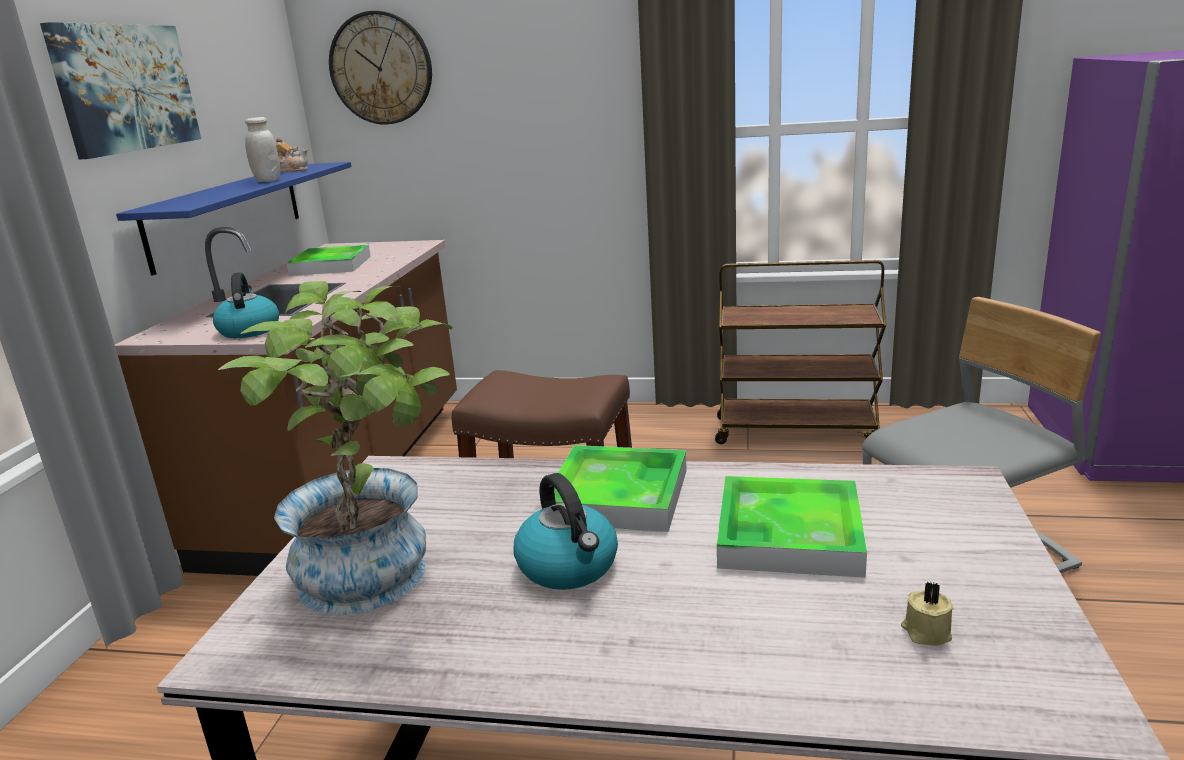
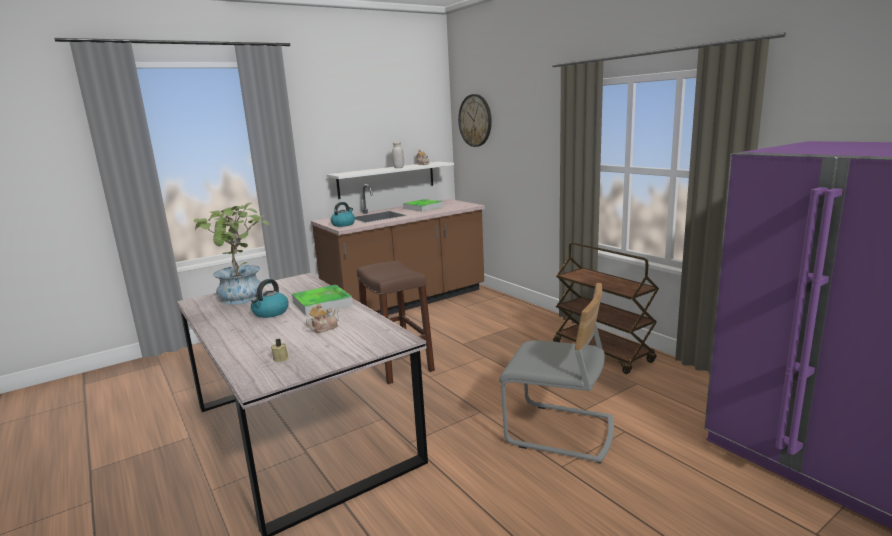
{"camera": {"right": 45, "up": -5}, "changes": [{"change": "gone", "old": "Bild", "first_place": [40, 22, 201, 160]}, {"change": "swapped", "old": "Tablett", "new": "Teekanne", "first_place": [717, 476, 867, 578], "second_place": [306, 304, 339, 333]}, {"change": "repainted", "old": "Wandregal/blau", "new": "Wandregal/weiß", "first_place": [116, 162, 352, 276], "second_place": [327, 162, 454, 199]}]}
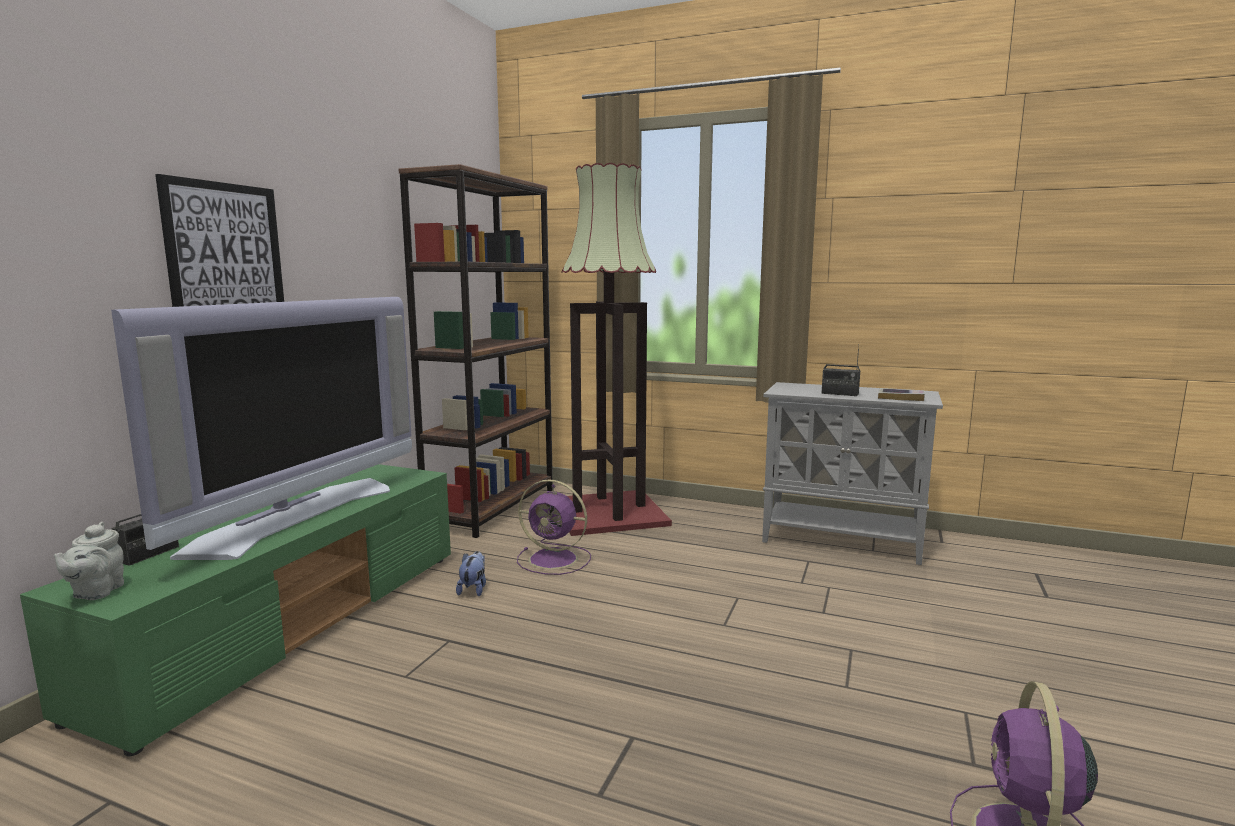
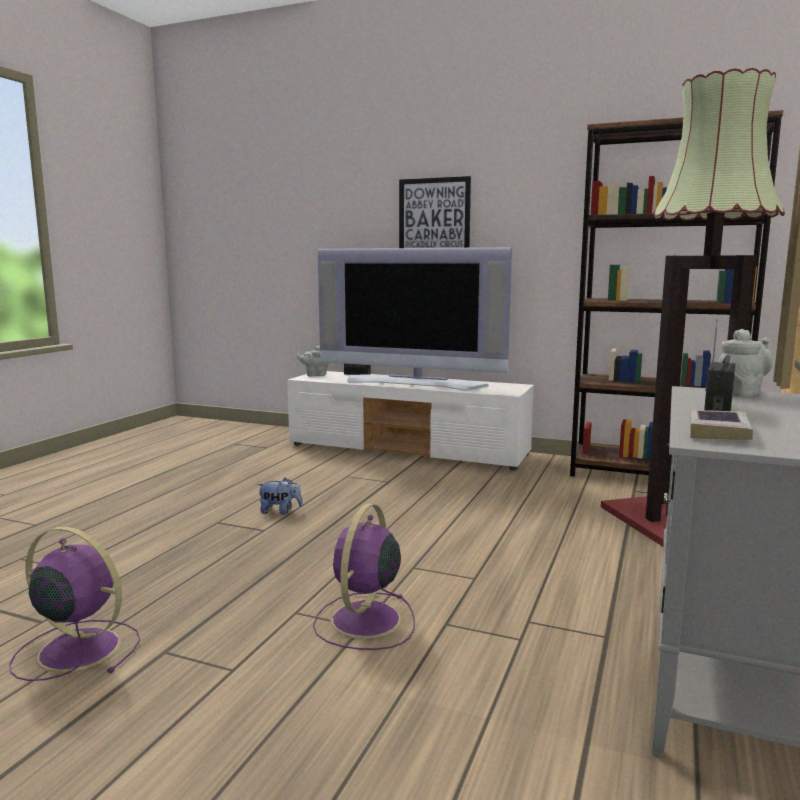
{"camera": {"right": 90, "up": 0}, "changes": [{"change": "new", "new": "Teekanne/grau", "second_place": [718, 329, 773, 397]}, {"change": "shifted", "old": "Plüschtier", "first_place": [456, 551, 486, 596], "second_place": [257, 478, 303, 514]}, {"change": "shifted", "old": "Ventilator/lila", "first_place": [517, 479, 591, 575], "second_place": [313, 503, 415, 650]}, {"change": "repainted", "old": "Fernsehschrank/grün", "new": "Fernsehschrank/weiß", "first_place": [20, 464, 451, 756], "second_place": [287, 371, 534, 470]}]}
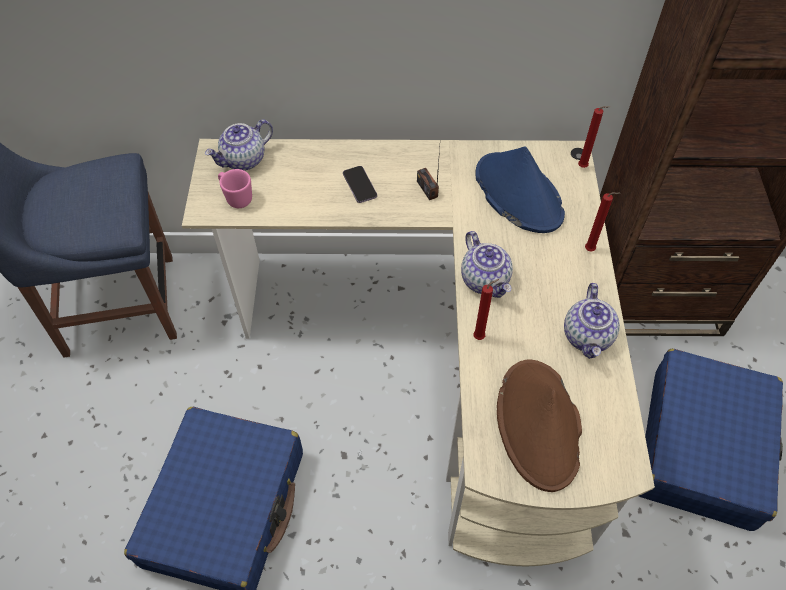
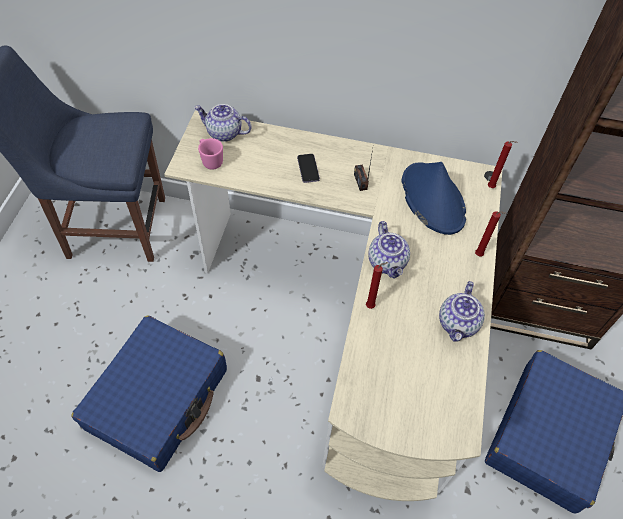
{"camera": {"right": 10, "up": 0}, "changes": [{"change": "gone", "old": "Hut/braun", "first_place": [497, 360, 582, 492]}, {"change": "rotated", "old": "Teekanne", "first_place": [205, 119, 273, 171], "second_place": [194, 104, 252, 142], "degrees": 45}]}
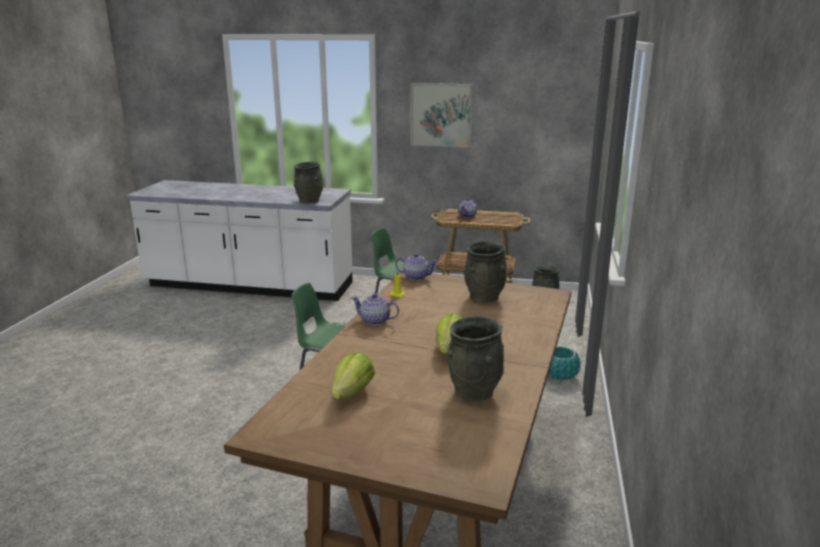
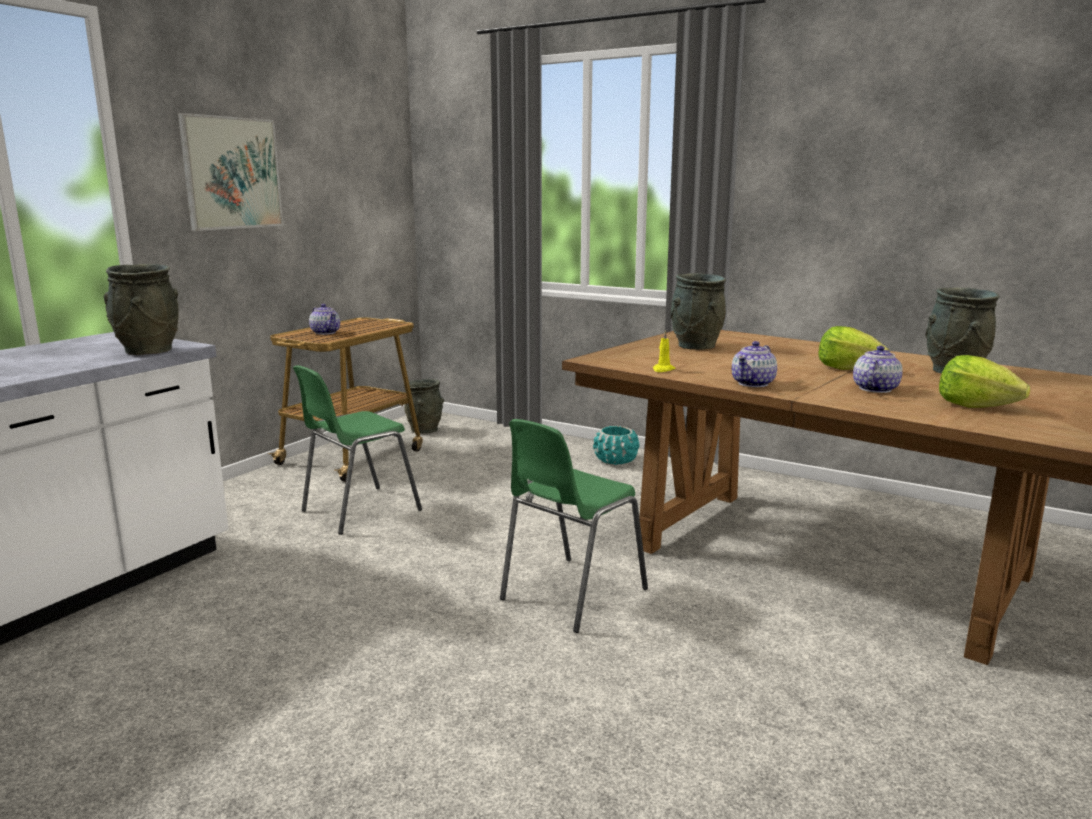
{"camera": {"right": -70, "up": -5}, "changes": [{"change": "shifted", "old": "Teekanne", "first_place": [395, 253, 437, 280], "second_place": [853, 346, 903, 393]}]}
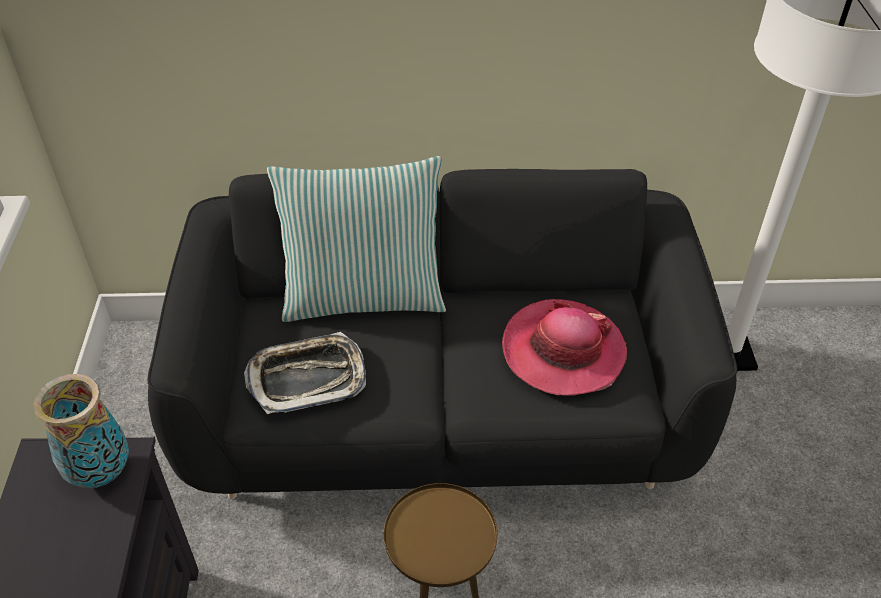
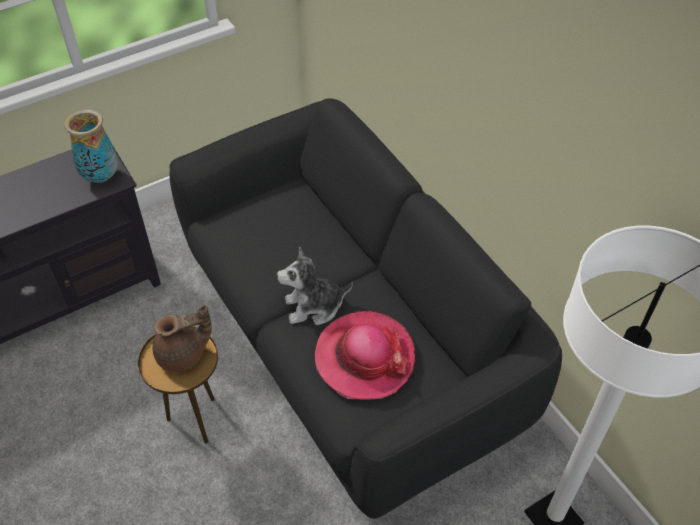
{"camera": {"right": 60, "up": 5}, "changes": [{"change": "gone", "old": "Tablett", "first_place": [244, 332, 366, 414]}, {"change": "gone", "old": "Kissen", "first_place": [267, 156, 446, 322]}, {"change": "new", "new": "Teekanne/braun", "second_place": [153, 305, 212, 372]}, {"change": "new", "new": "Plüschtier", "second_place": [277, 247, 353, 325]}]}
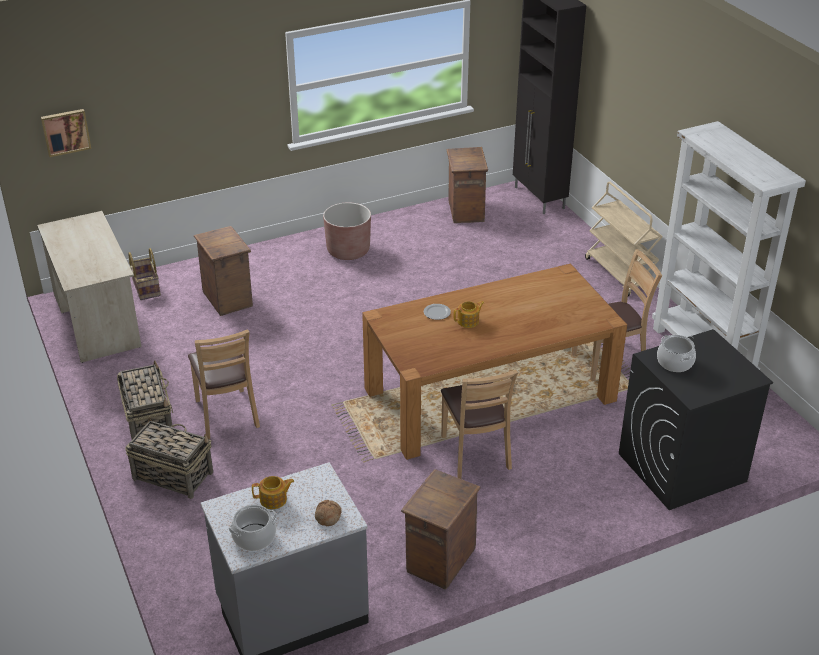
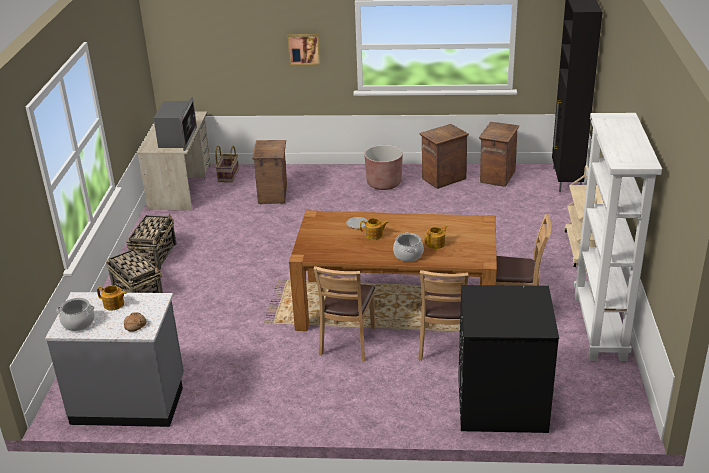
{"camera": {"right": 30, "up": -5}, "changes": [{"change": "new", "new": "Mikrowelle", "second_place": [153, 97, 197, 151]}, {"change": "new", "new": "Teekanne", "second_place": [425, 225, 447, 249]}, {"change": "shifted", "old": "Bild", "first_place": [41, 109, 91, 157], "second_place": [288, 34, 320, 65]}, {"change": "shifted", "old": "Stuhl/braun", "first_place": [188, 329, 260, 439], "second_place": [418, 270, 469, 361]}, {"change": "shifted", "old": "Kiste", "first_place": [401, 469, 480, 589], "second_place": [420, 124, 469, 189]}, {"change": "shifted", "old": "Kochtopf", "first_place": [657, 335, 696, 372], "second_place": [393, 232, 423, 262]}]}
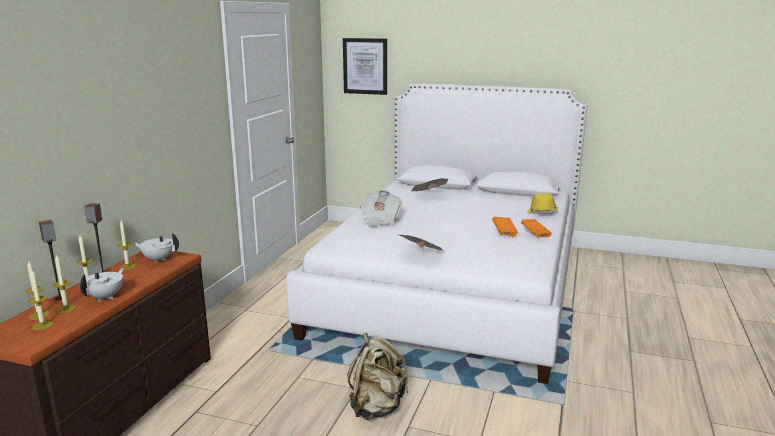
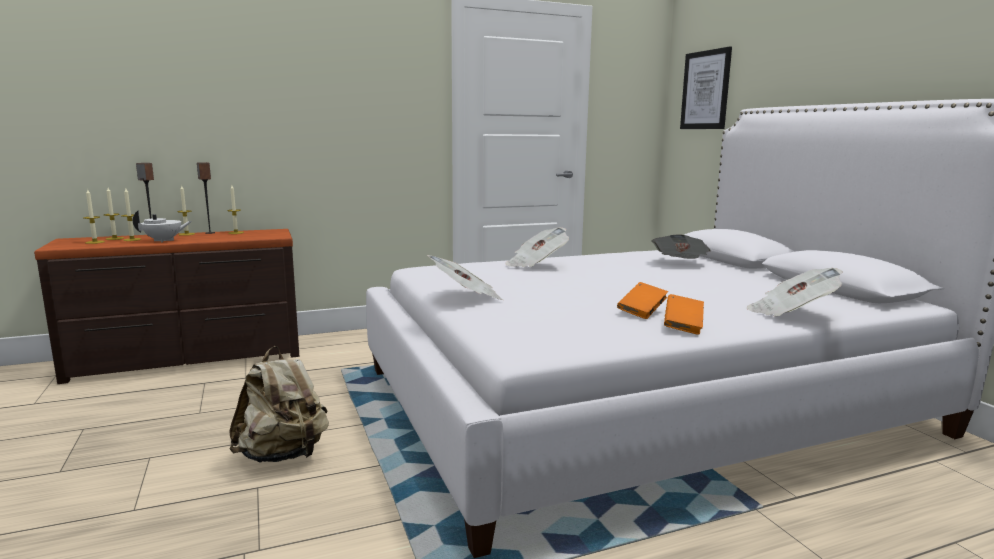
{"camera": {"right": 50, "up": -5}, "changes": [{"change": "gone", "old": "Teekanne/weiß", "first_place": [133, 233, 179, 263]}, {"change": "swapped", "old": "Hut/gelb", "new": "Zeitung", "first_place": [527, 193, 559, 213], "second_place": [747, 268, 843, 317]}]}
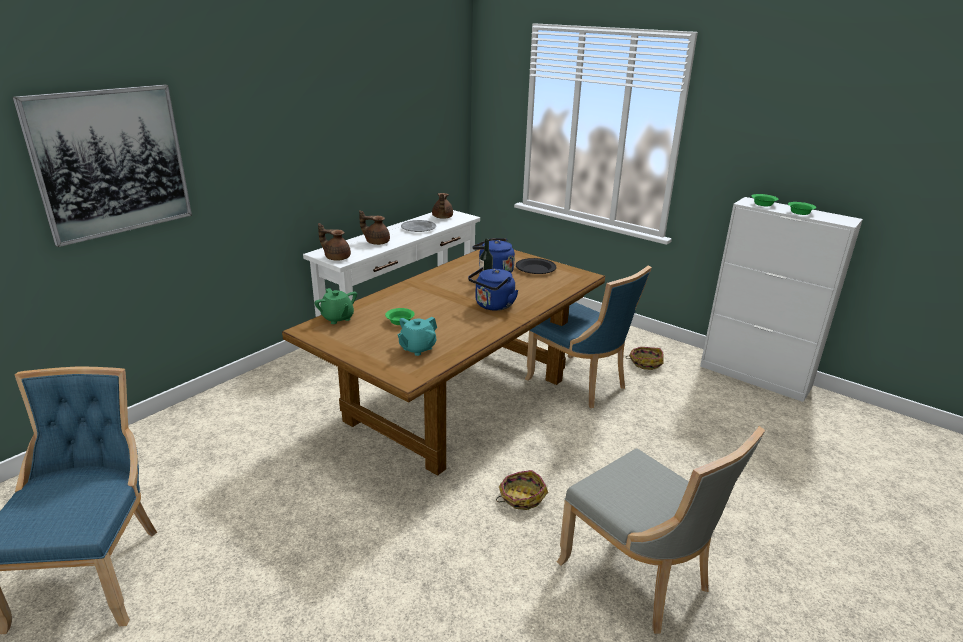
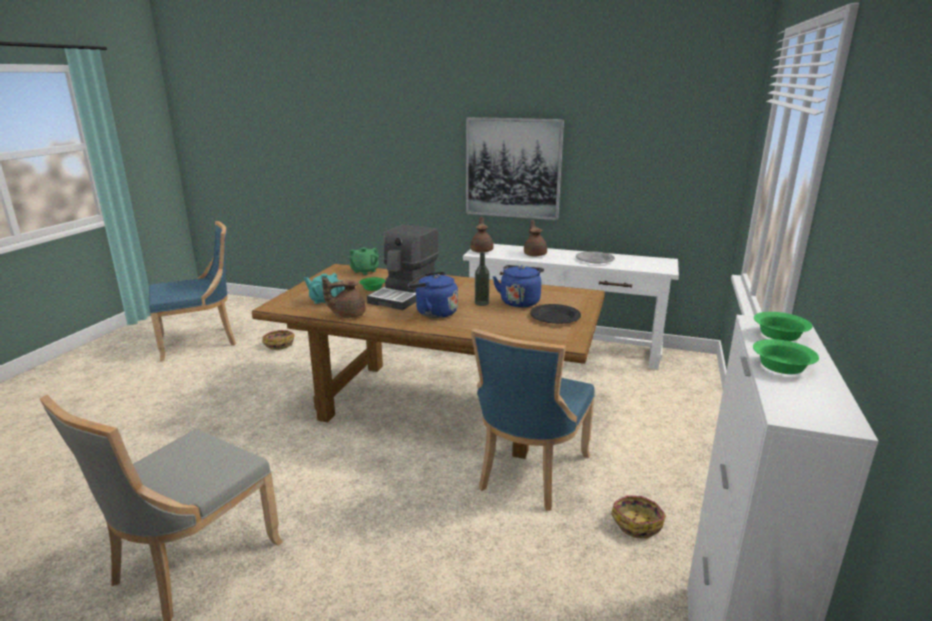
{"camera": {"right": 70, "up": -5}, "changes": [{"change": "new", "new": "Kaffeemaschine", "second_place": [367, 224, 439, 310]}, {"change": "shifted", "old": "Bild", "first_place": [13, 84, 192, 247], "second_place": [466, 117, 564, 220]}, {"change": "shifted", "old": "Teekanne/braun", "first_place": [432, 193, 453, 219], "second_place": [322, 277, 366, 318]}, {"change": "shifted", "old": "Korb", "first_place": [496, 470, 548, 510], "second_place": [262, 330, 295, 350]}]}
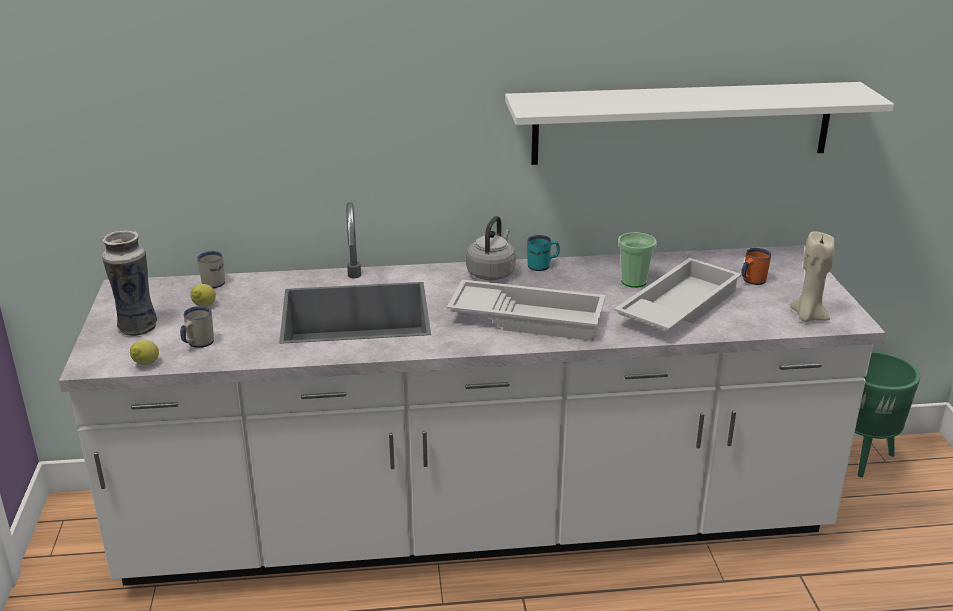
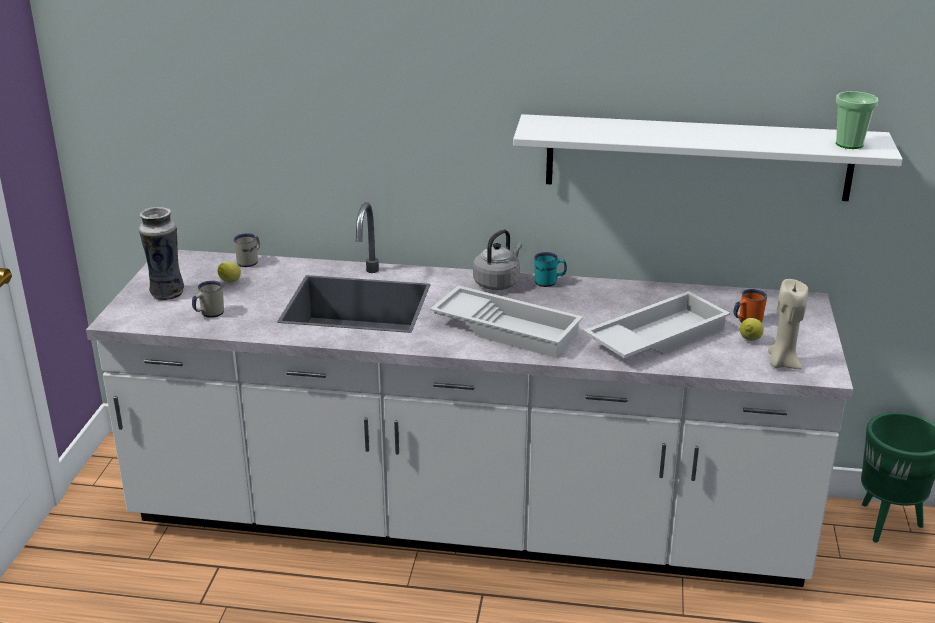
{"camera": {"right": 15, "up": 0}, "changes": [{"change": "shifted", "old": "Zitrone", "first_place": [130, 340, 159, 365], "second_place": [740, 318, 764, 341]}, {"change": "shifted", "old": "Tasse", "first_place": [618, 232, 657, 288], "second_place": [836, 91, 878, 149]}]}
